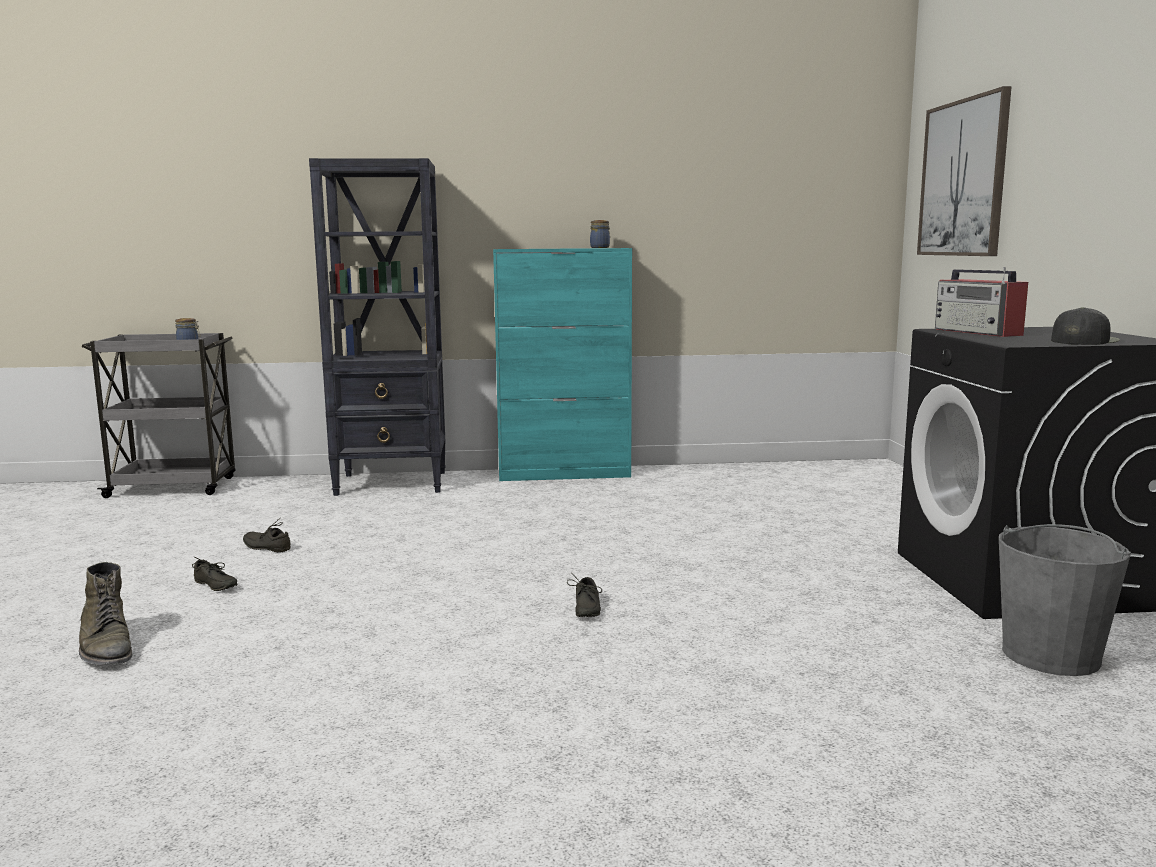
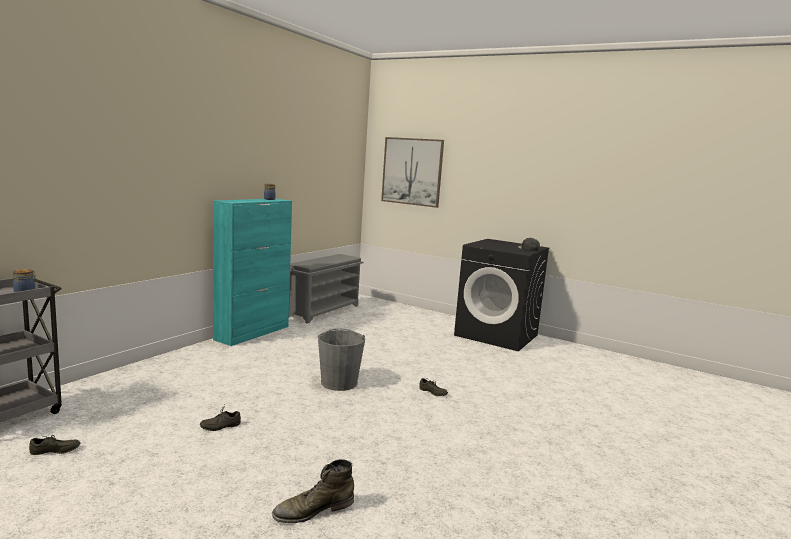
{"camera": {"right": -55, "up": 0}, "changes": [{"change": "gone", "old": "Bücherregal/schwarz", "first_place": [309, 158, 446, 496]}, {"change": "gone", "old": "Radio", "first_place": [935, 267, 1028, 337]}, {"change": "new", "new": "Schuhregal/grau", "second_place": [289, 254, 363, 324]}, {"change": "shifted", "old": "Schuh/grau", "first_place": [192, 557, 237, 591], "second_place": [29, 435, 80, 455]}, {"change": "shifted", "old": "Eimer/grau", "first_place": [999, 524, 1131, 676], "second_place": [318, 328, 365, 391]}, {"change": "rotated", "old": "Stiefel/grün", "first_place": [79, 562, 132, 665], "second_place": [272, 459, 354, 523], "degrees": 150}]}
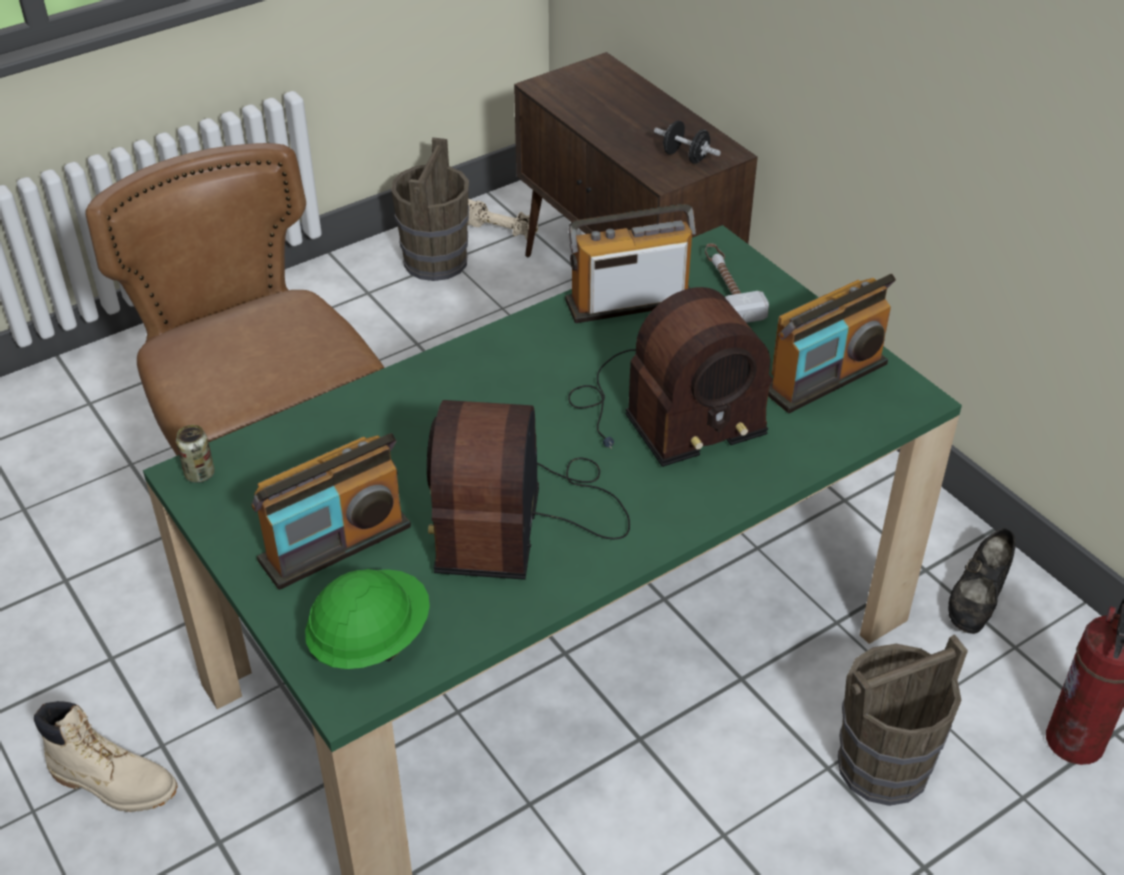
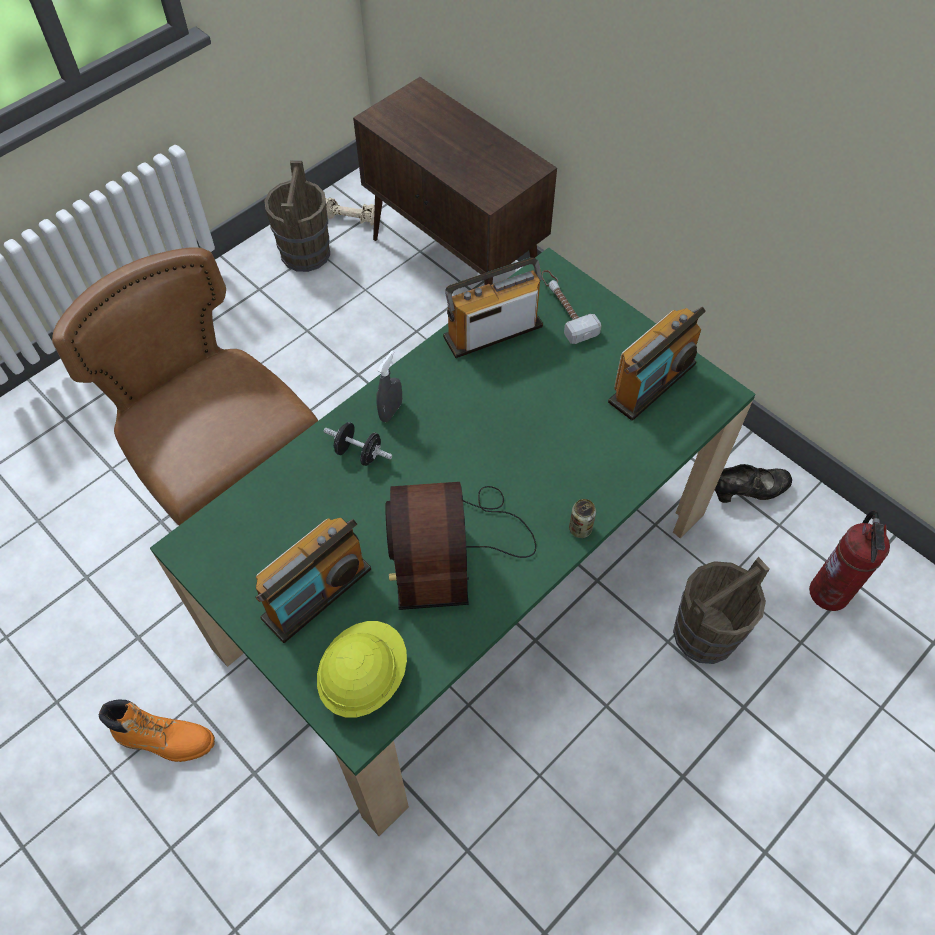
{"camera": {"right": -10, "up": 15}, "changes": [{"change": "gone", "old": "Radio", "first_place": [568, 287, 773, 467]}, {"change": "new", "new": "Sprühflasche/grau", "second_place": [376, 351, 402, 422]}, {"change": "shifted", "old": "Dose", "first_place": [176, 425, 215, 483], "second_place": [569, 499, 596, 538]}, {"change": "shifted", "old": "Hantel/schwarz", "first_place": [654, 120, 721, 164], "second_place": [324, 422, 392, 466]}, {"change": "repainted", "old": "Stiefel/beige", "new": "Stiefel/orange", "first_place": [34, 701, 178, 812], "second_place": [99, 700, 215, 762]}, {"change": "repainted", "old": "Schutzhelm/grün", "new": "Schutzhelm/gelb", "first_place": [305, 569, 430, 669], "second_place": [317, 621, 407, 717]}, {"change": "rotated", "old": "Schuh/schwarz", "first_place": [948, 528, 1016, 634], "second_place": [715, 464, 792, 503], "degrees": -120}]}
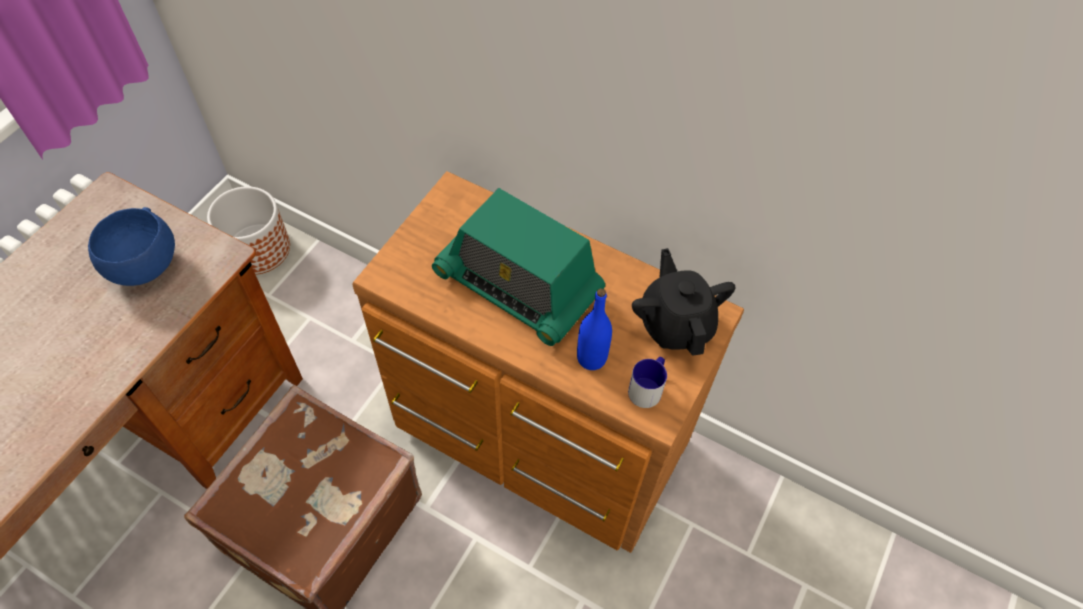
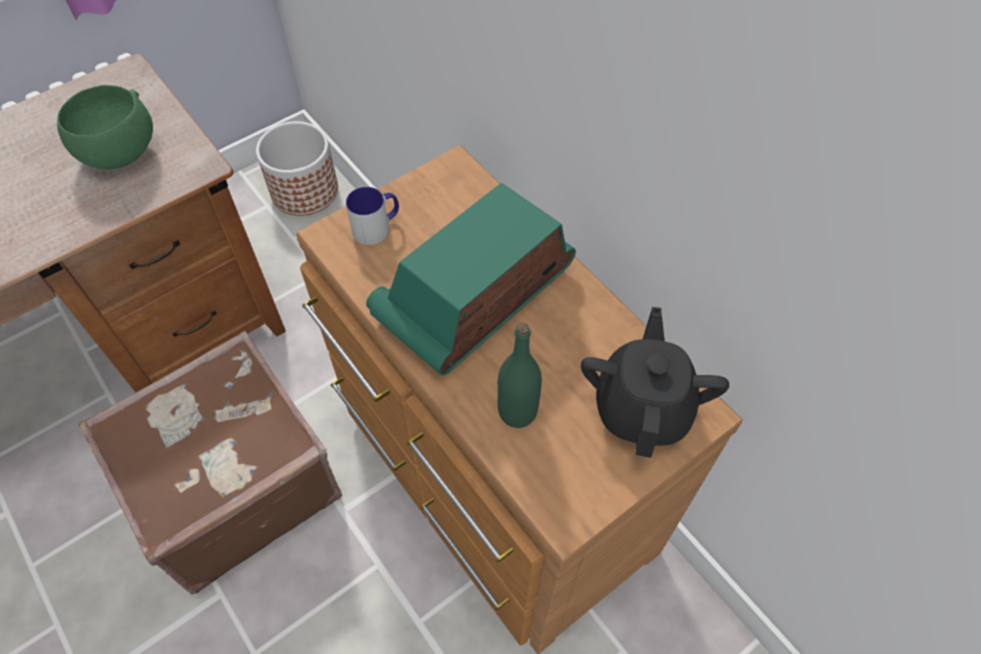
{"camera": {"right": 25, "up": 0}, "changes": [{"change": "shifted", "old": "Henkelbecher", "first_place": [628, 357, 667, 408], "second_place": [346, 187, 399, 245]}, {"change": "repainted", "old": "Schüssel/blau", "new": "Schüssel/grün", "first_place": [88, 207, 175, 286], "second_place": [57, 85, 153, 169]}, {"change": "repainted", "old": "Flasche/blau", "new": "Flasche/grün", "first_place": [577, 288, 612, 370], "second_place": [497, 323, 542, 428]}, {"change": "rotated", "old": "Radio", "first_place": [432, 188, 605, 346], "second_place": [366, 183, 576, 375], "degrees": 75}]}
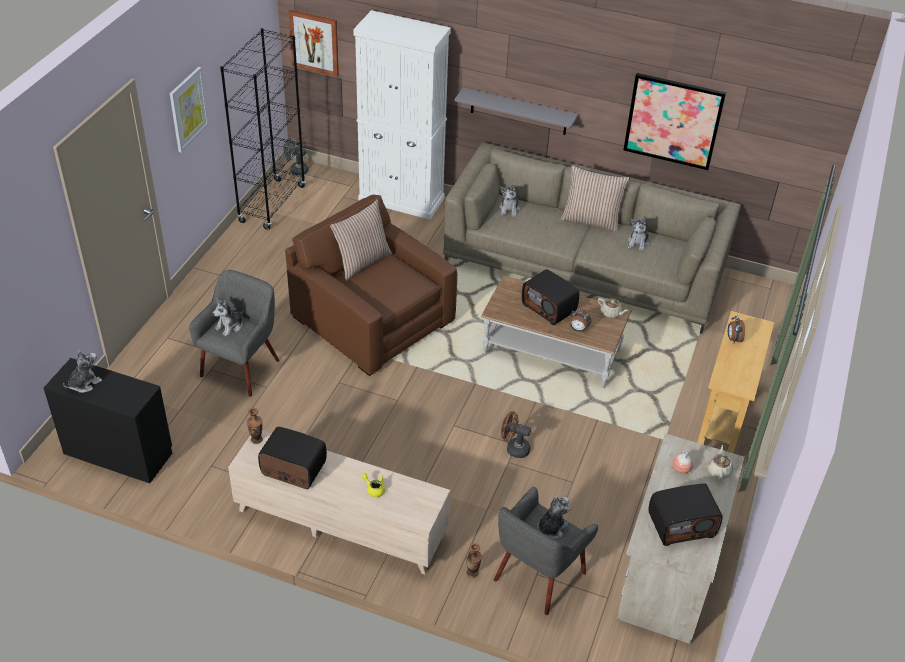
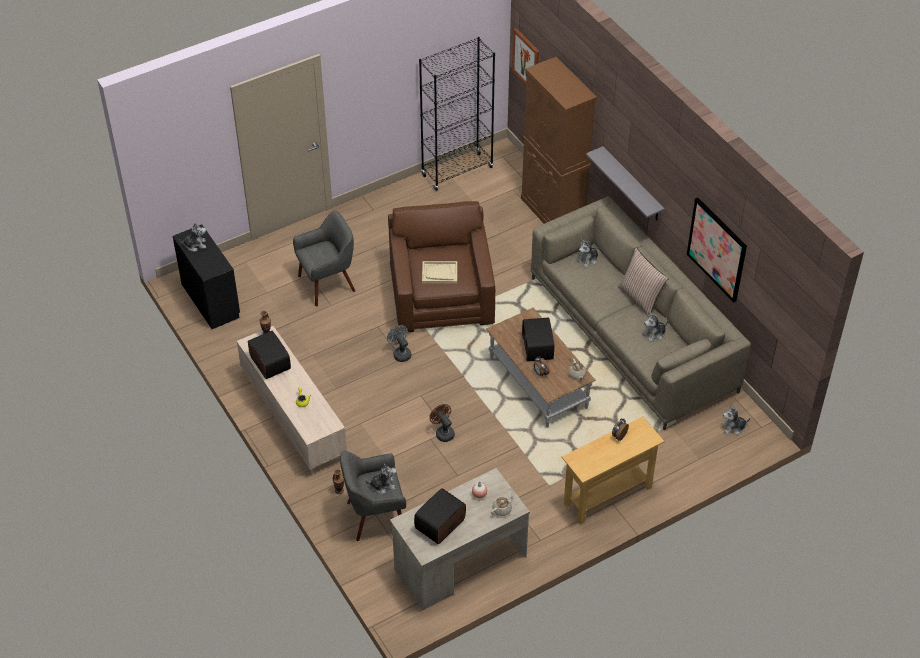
{"camera": {"right": 40, "up": 5}, "changes": [{"change": "gone", "old": "Bild", "first_place": [170, 67, 209, 153]}, {"change": "gone", "old": "Kissen", "first_place": [330, 199, 392, 281]}, {"change": "new", "new": "Tablett/beige", "second_place": [422, 261, 457, 284]}, {"change": "shifted", "old": "Plüschtier", "first_place": [213, 298, 244, 336], "second_place": [722, 404, 750, 435]}, {"change": "shifted", "old": "Ventilator/grau", "first_place": [283, 137, 308, 175], "second_place": [387, 325, 411, 362]}, {"change": "repainted", "old": "Schrank/weiß", "new": "Schrank/braun", "first_place": [353, 10, 451, 220], "second_place": [521, 57, 597, 224]}, {"change": "rotated", "old": "Radio", "first_place": [649, 483, 723, 546], "second_place": [414, 488, 466, 544], "degrees": 105}]}
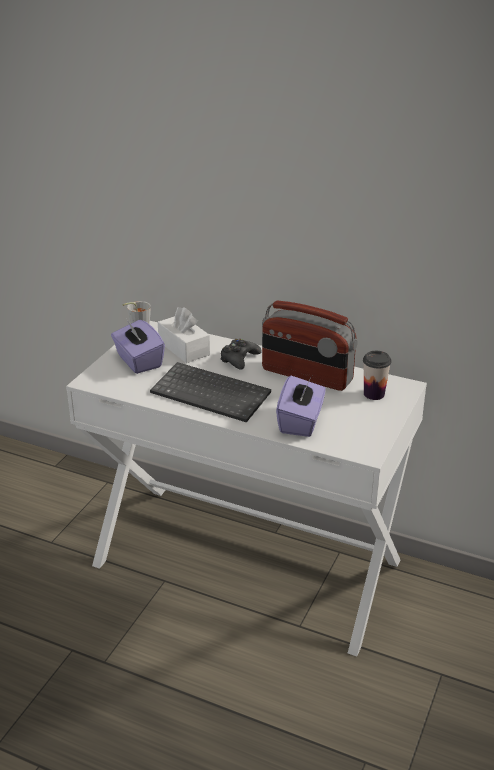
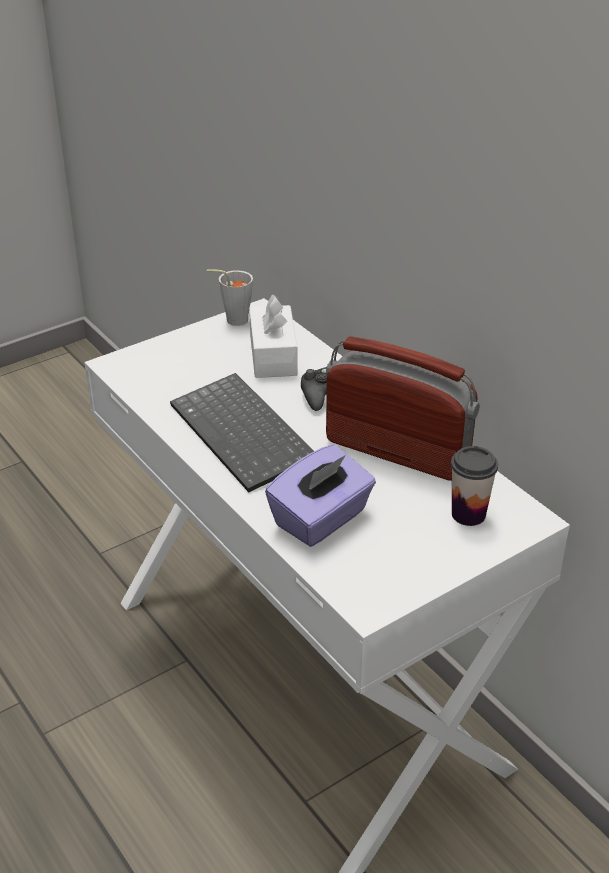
{"camera": {"right": 30, "up": 5}, "changes": [{"change": "gone", "old": "Taschentuchbox/lila", "first_place": [111, 320, 165, 374]}, {"change": "rotated", "old": "Radio", "first_place": [262, 300, 358, 391], "second_place": [326, 336, 480, 481], "degrees": 150}]}
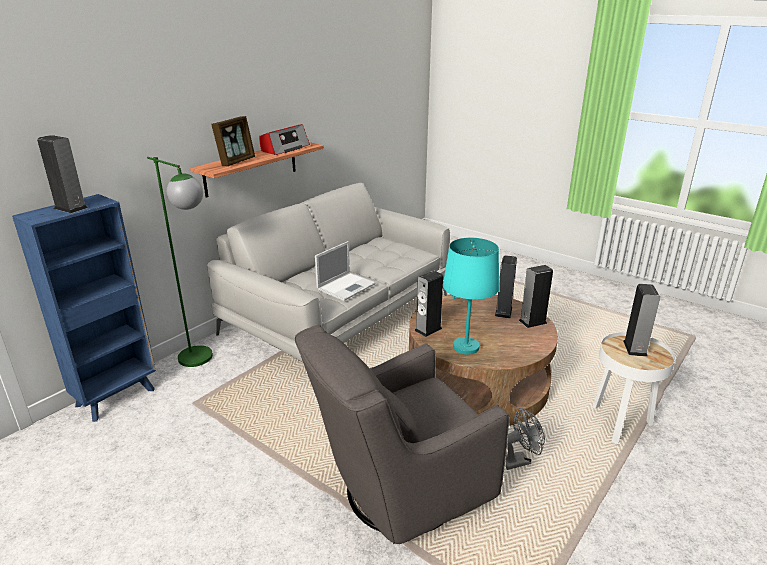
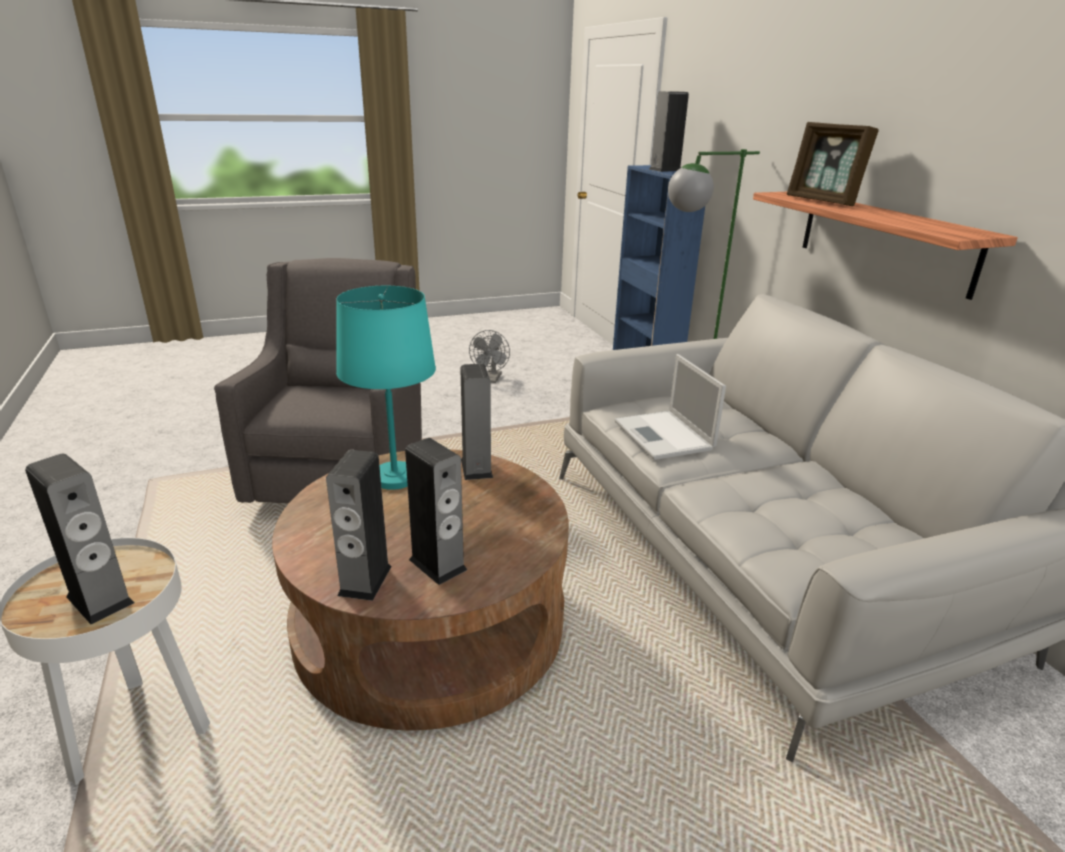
{"camera": {"right": 120, "up": 0}, "changes": [{"change": "gone", "old": "Radio", "first_place": [259, 124, 310, 155]}, {"change": "shifted", "old": "Ventilator/grau", "first_place": [505, 408, 545, 470], "second_place": [469, 330, 510, 383]}]}
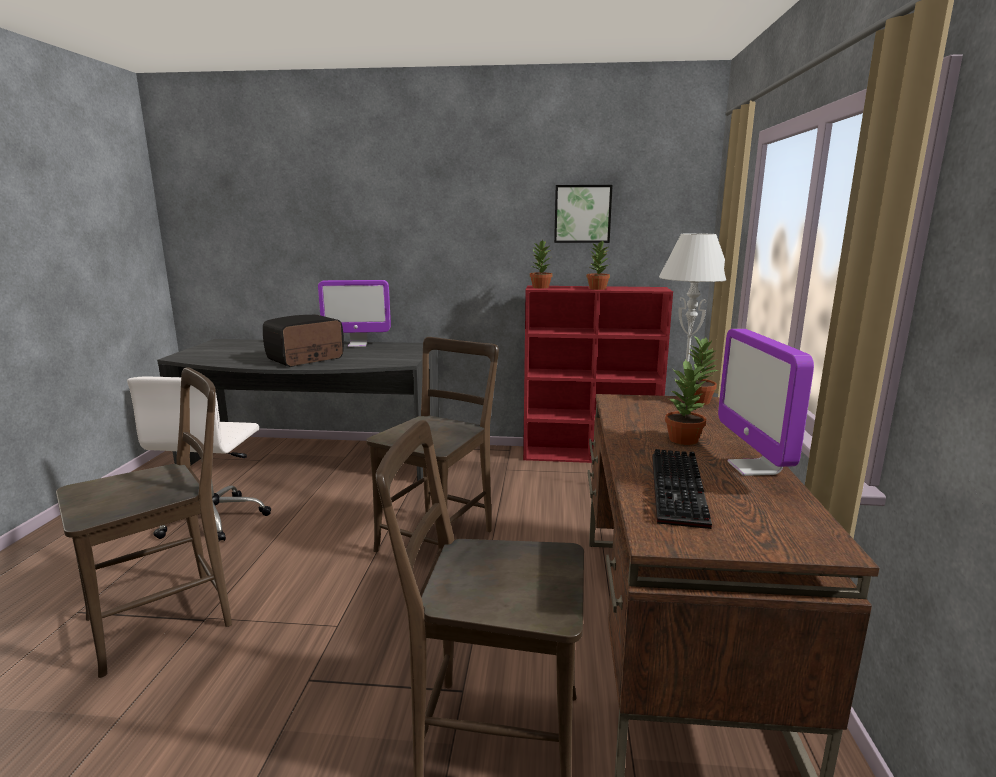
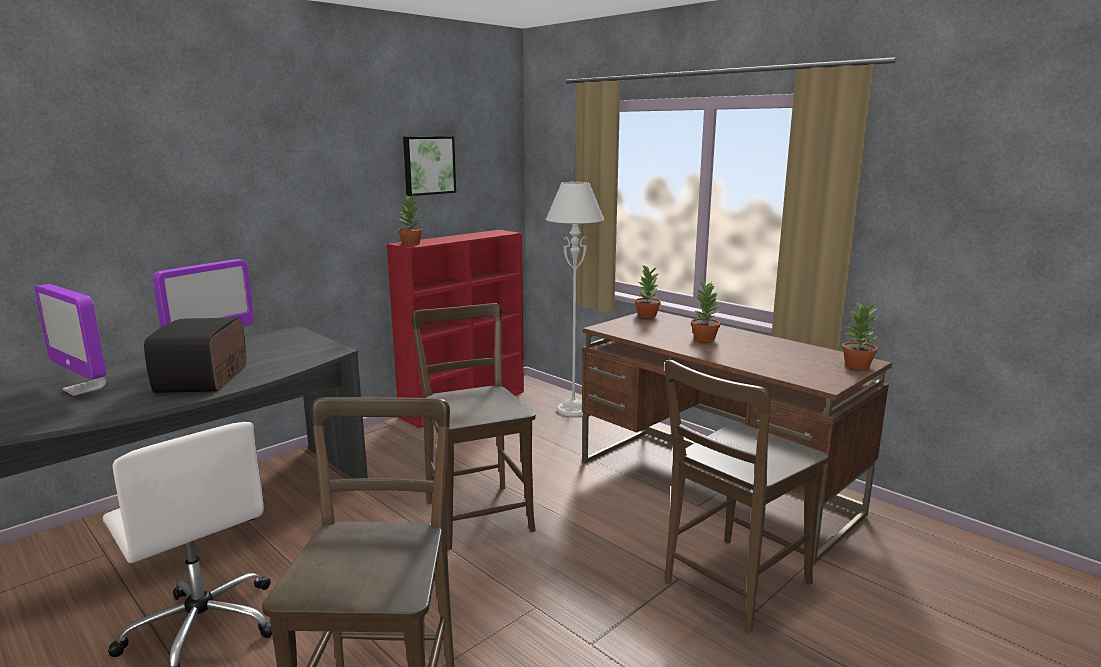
{"camera": {"right": -50, "up": 0}, "changes": [{"change": "gone", "old": "Tastatur", "first_place": [652, 449, 712, 529]}, {"change": "shifted", "old": "Topfpflanze", "first_place": [587, 240, 610, 290], "second_place": [842, 302, 878, 369]}, {"change": "shifted", "old": "Monitor", "first_place": [718, 329, 814, 476], "second_place": [35, 284, 106, 396]}]}
